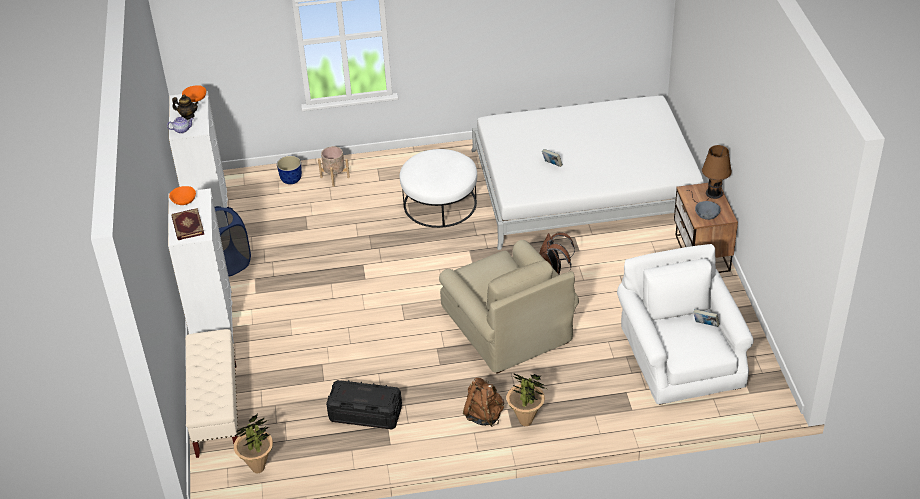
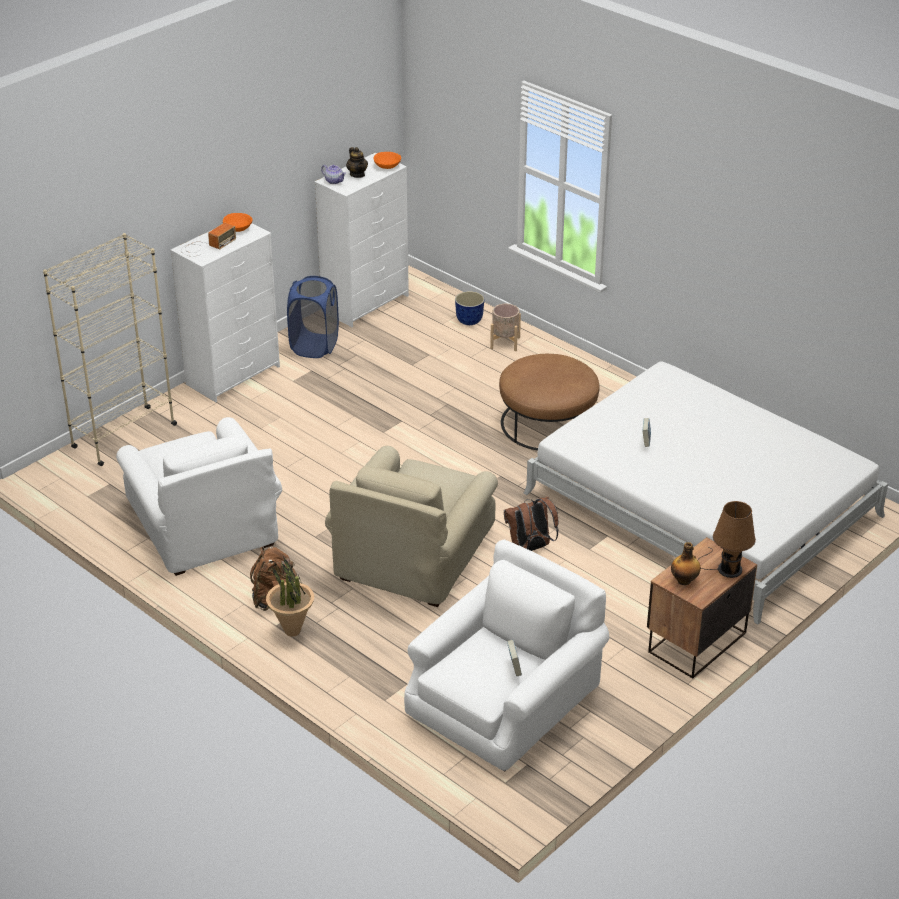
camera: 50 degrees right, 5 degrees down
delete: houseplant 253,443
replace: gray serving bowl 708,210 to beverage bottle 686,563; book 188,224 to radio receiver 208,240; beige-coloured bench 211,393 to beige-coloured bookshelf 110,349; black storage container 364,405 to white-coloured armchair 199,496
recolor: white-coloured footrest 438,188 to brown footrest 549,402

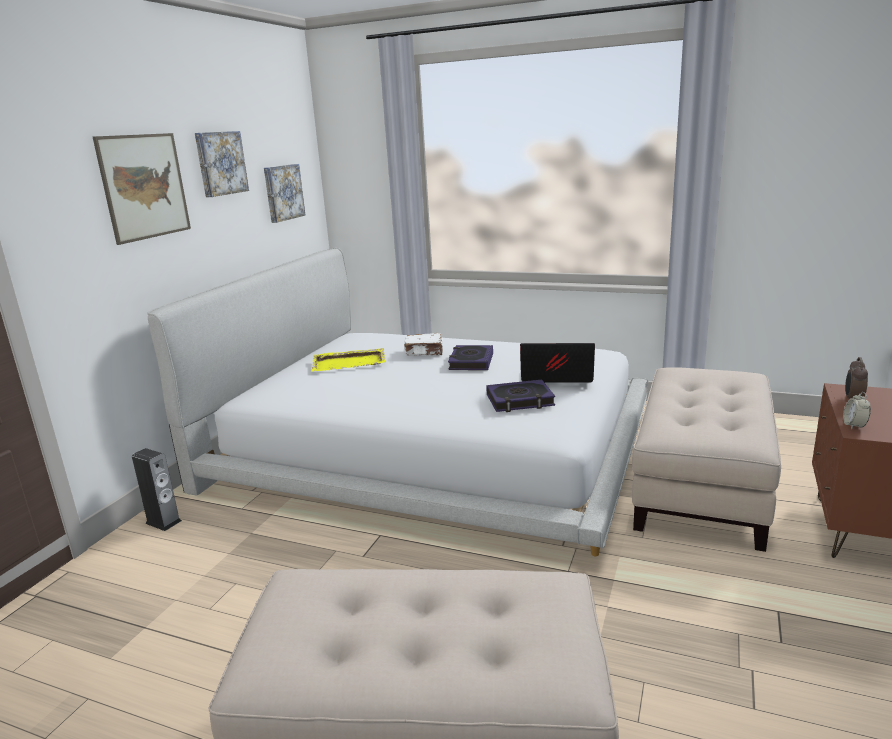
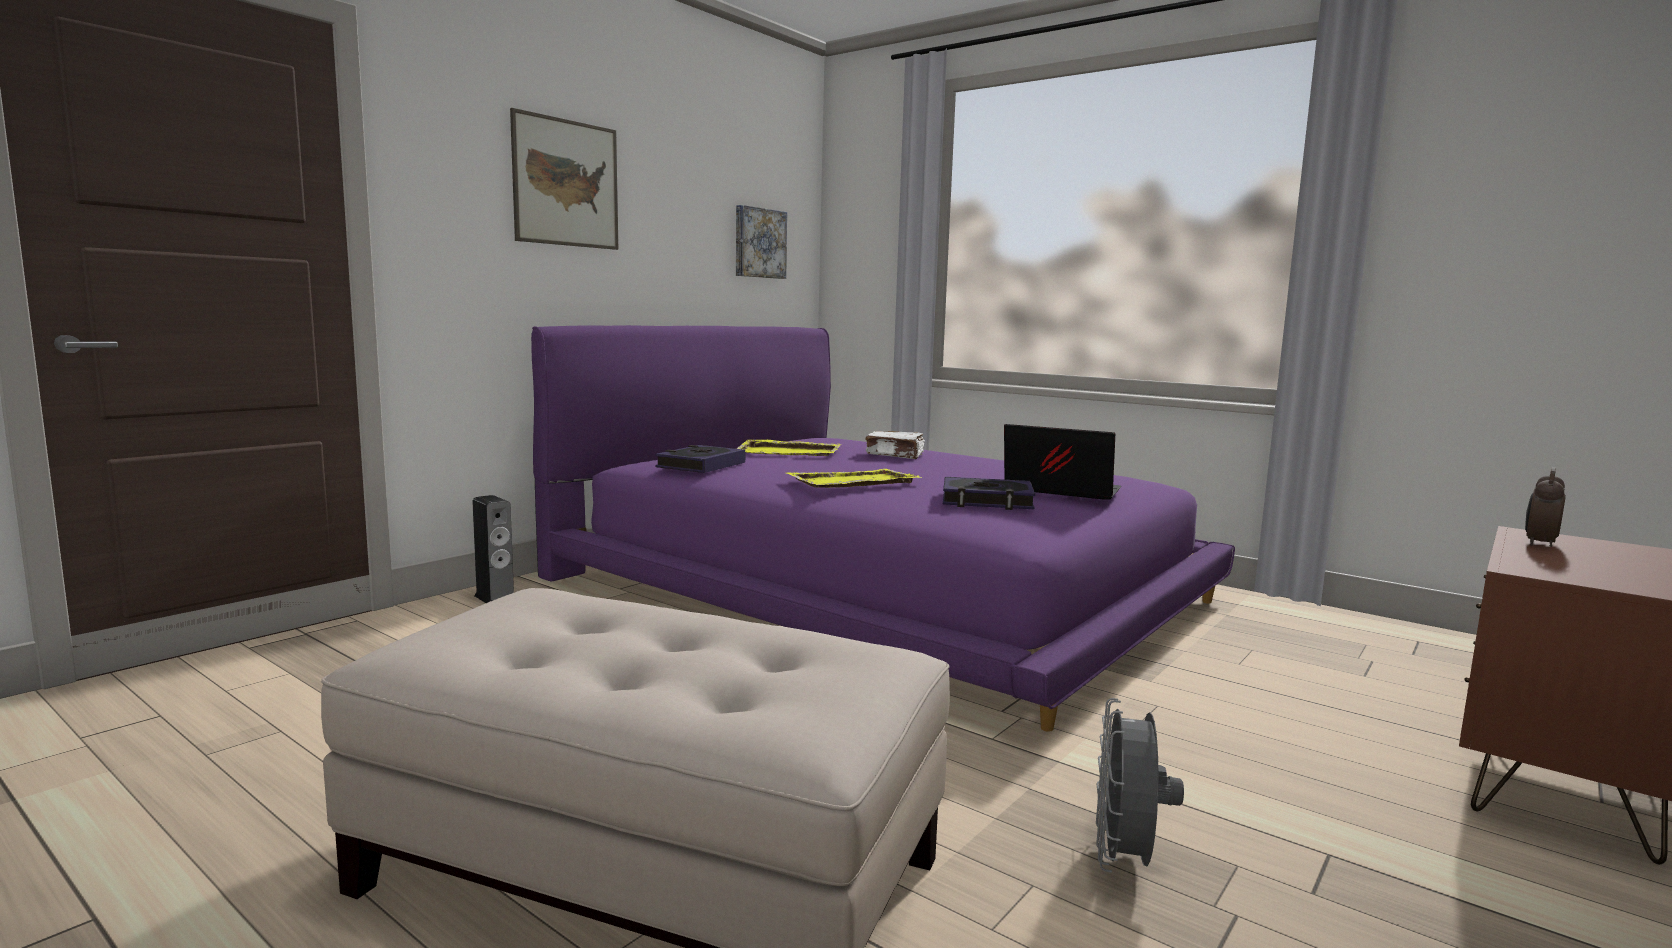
camera: 15 degrees right, 10 degrees down
delete: wall art 222,164; beige-coloured footrest 706,459; table clock 857,410
insert: yellowish serving tray 855,478; gray cooling fan 1140,785
move: book 470,357 to 700,459
recolor: white-coloured sleeping bed 397,402 to purple sleeping bed 883,528

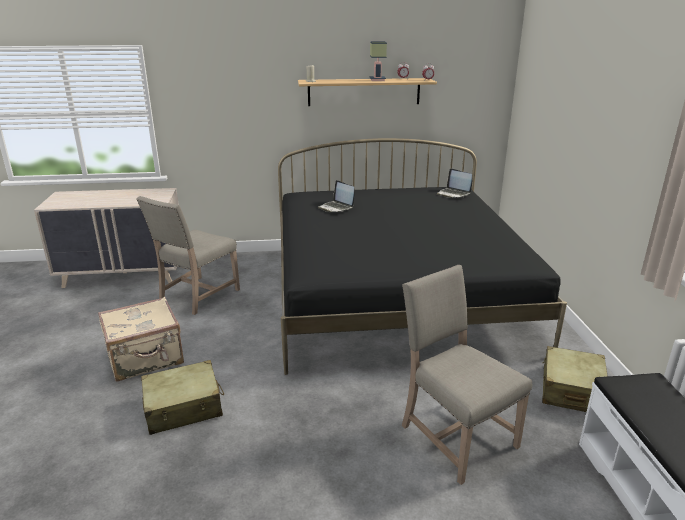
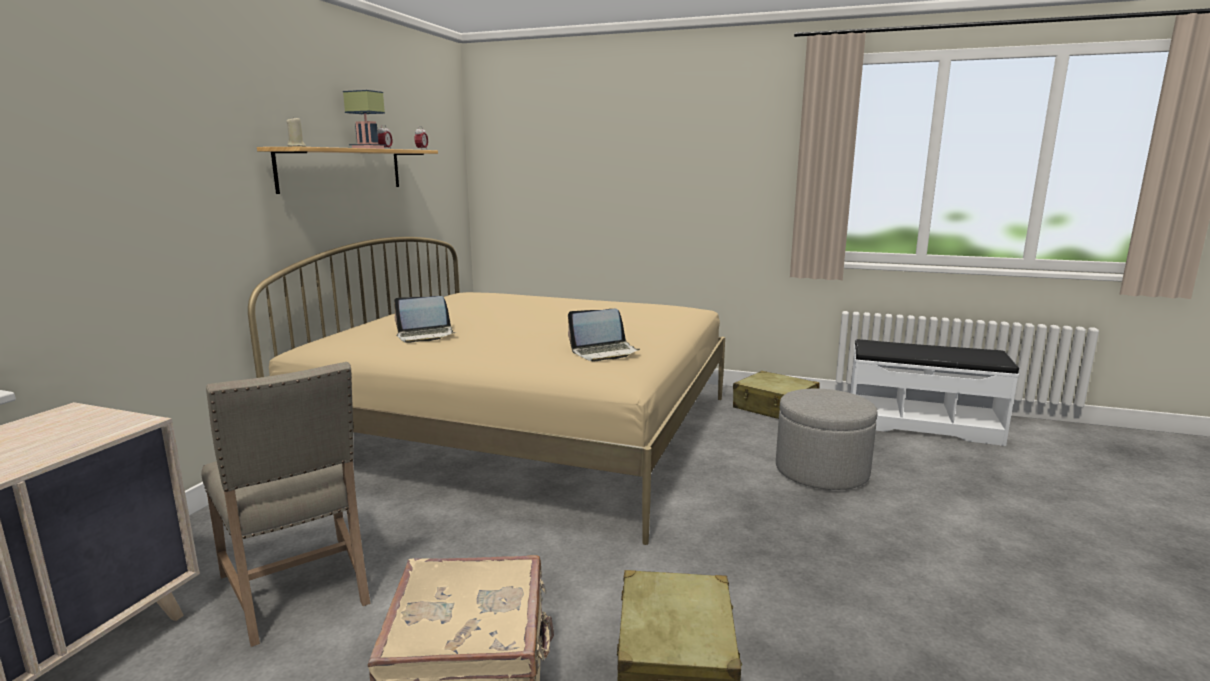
camera: 65 degrees left, 10 degrees down
move: laptop 454,183 to 604,335
replace: beige-coloured plain chair 467,375 to gray footrest 827,439
recolor: black sleeping bed 422,256 to beige-coloured sleeping bed 486,391

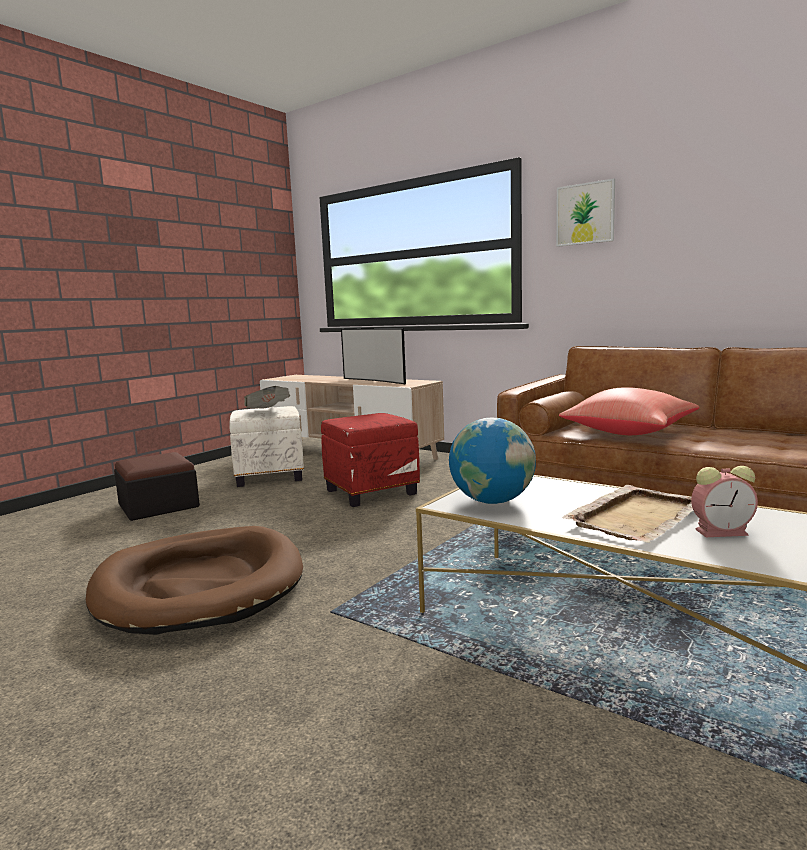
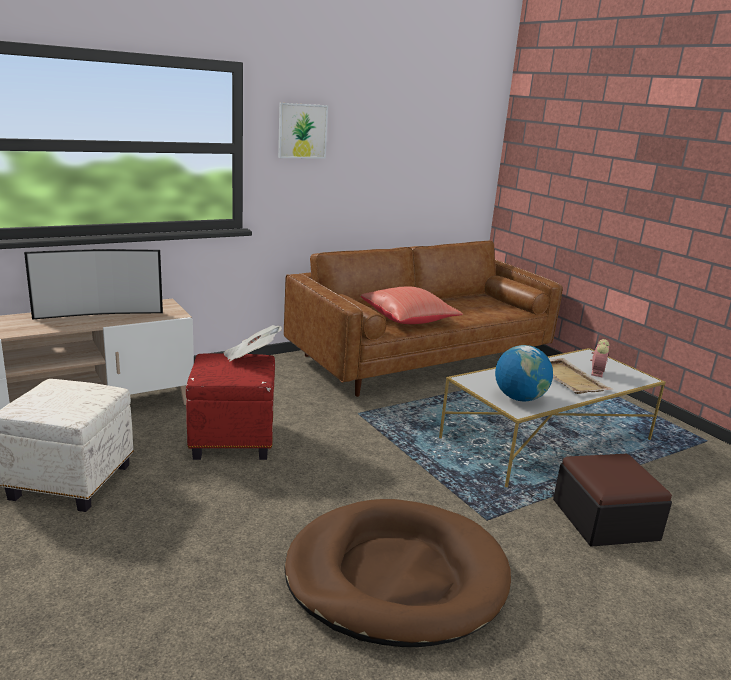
camera: 70 degrees left, 10 degrees up
move: newspaper 267,397 to 253,343; footrest 157,486 to 612,500

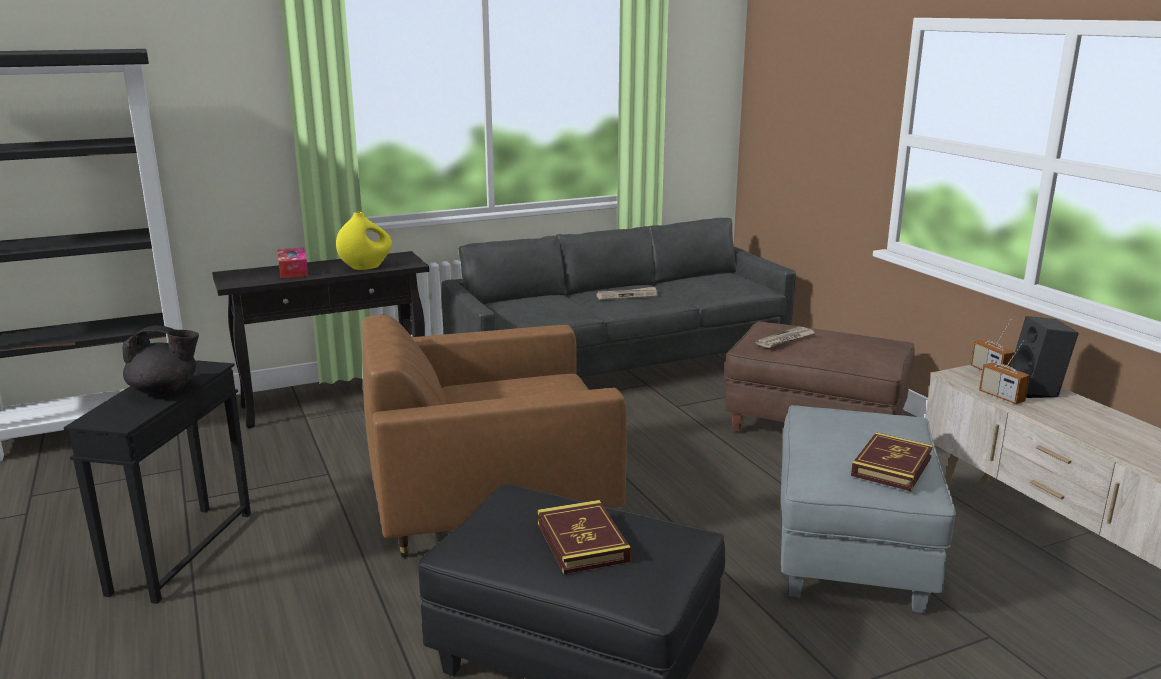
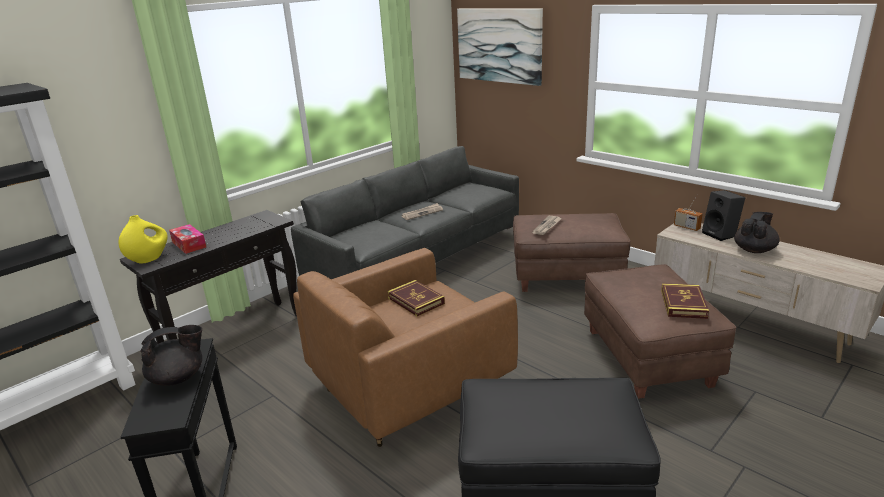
camera: 20 degrees left, 5 degrees up
delete: radio receiver 1004,372
insert: wall art 500,47; black teapot 756,232
move: yellowish decorative vase 364,241 to 143,239; book 584,537 to 416,298
recolor: gray footrest 868,509 to brown footrest 660,331

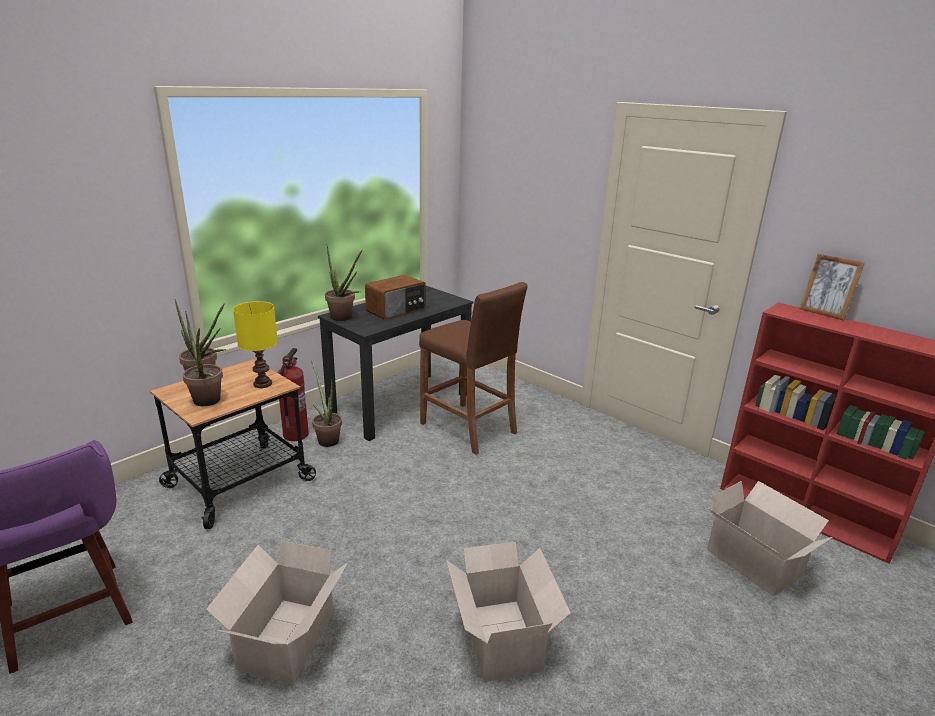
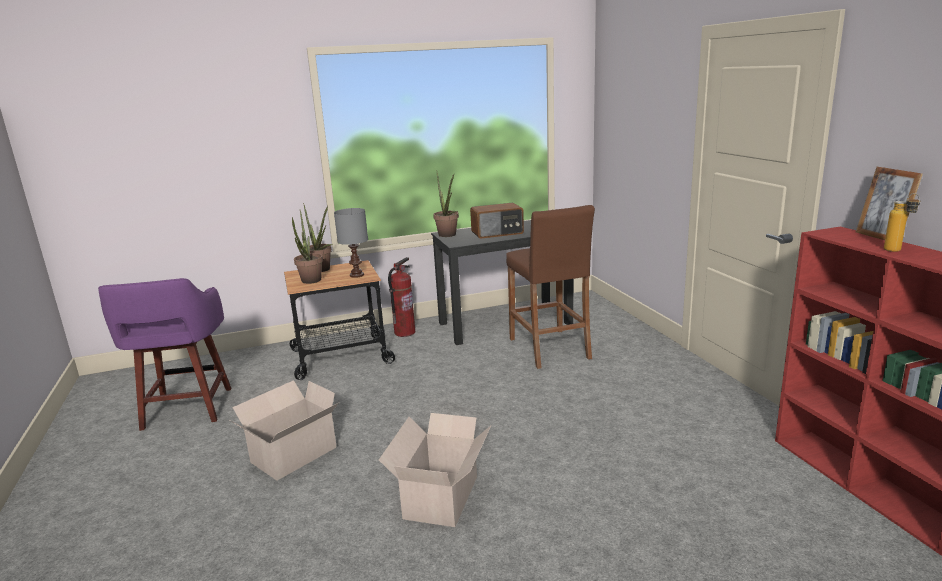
camera: 30 degrees right, 5 degrees down
delete: houseplant 326,404; packing box 769,538
insert: beverage bottle 902,222
recolor: yellowish table lamp 255,344 to gray table lamp 351,243

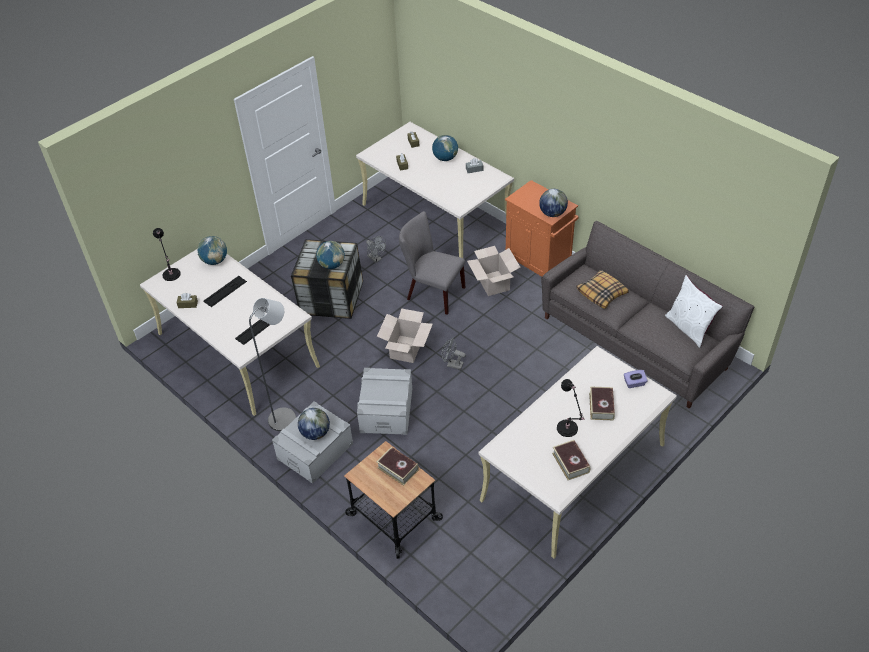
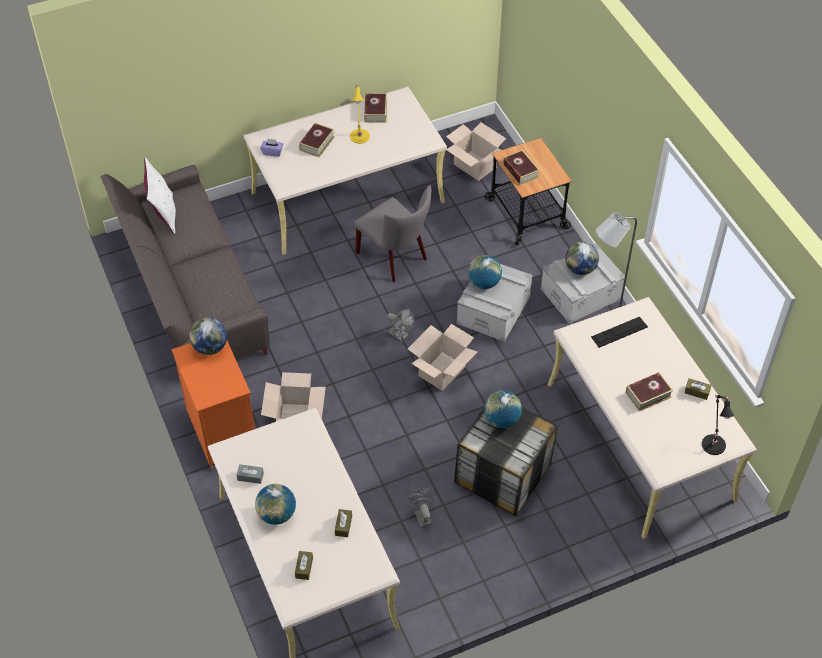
camera: 160 degrees left, 5 degrees up
delete: cushion 602,289
insert: packing box 476,151
move: gray plain chair 432,263 to 392,233; desk globe 212,250 to 485,272
replace: computer keyboard 225,291 to book 649,391
recolor: black table lamp 571,408 to yellowish table lamp 360,114

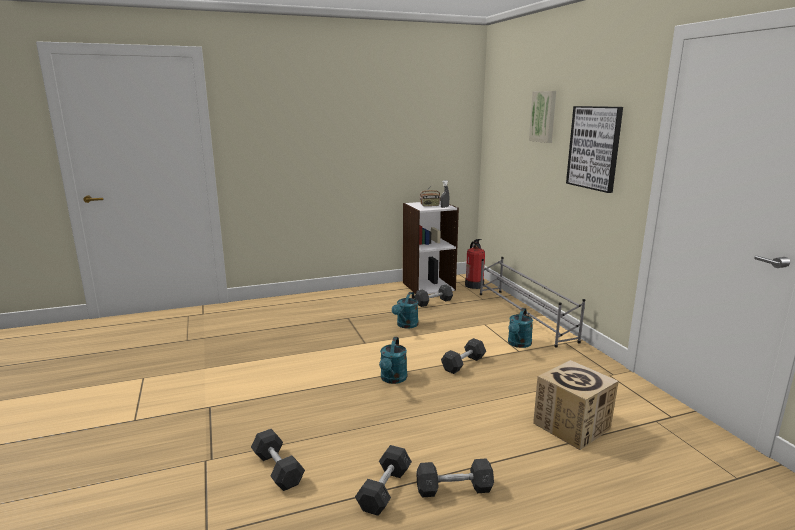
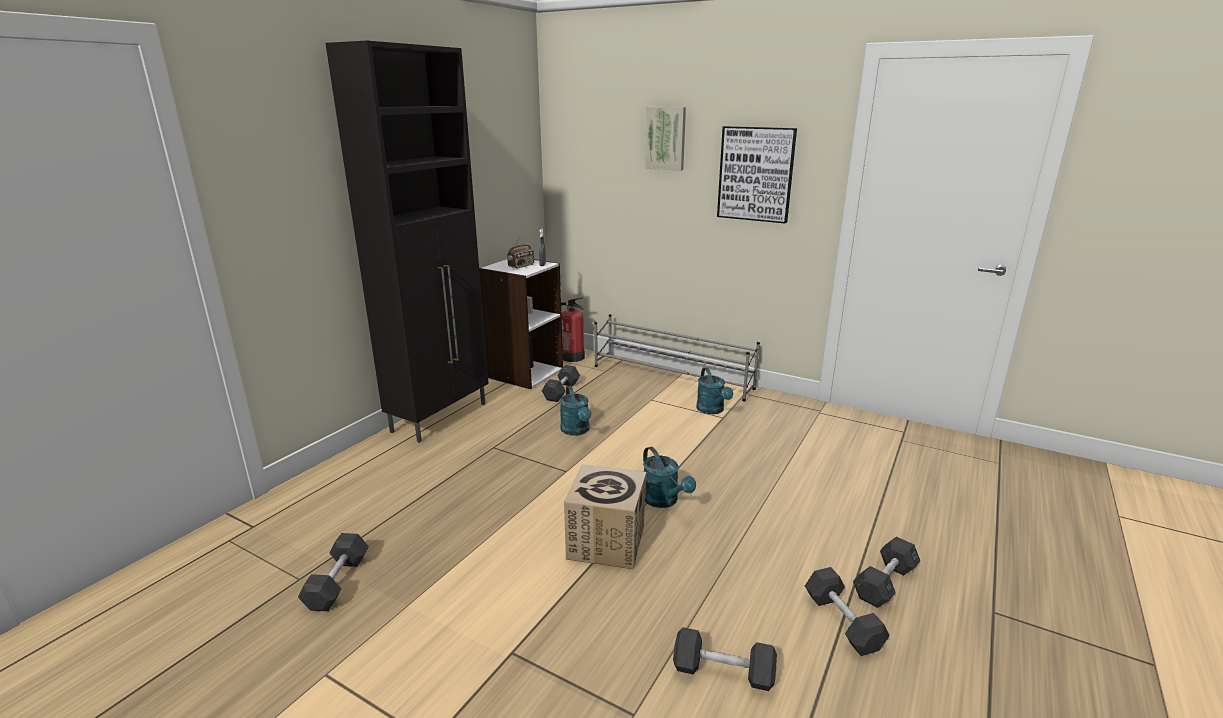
camera: 40 degrees left, 5 degrees up
insert: black cupboard 407,242
move: gray dumbbell 463,356 to 333,572; packing box 576,405 to 605,516

